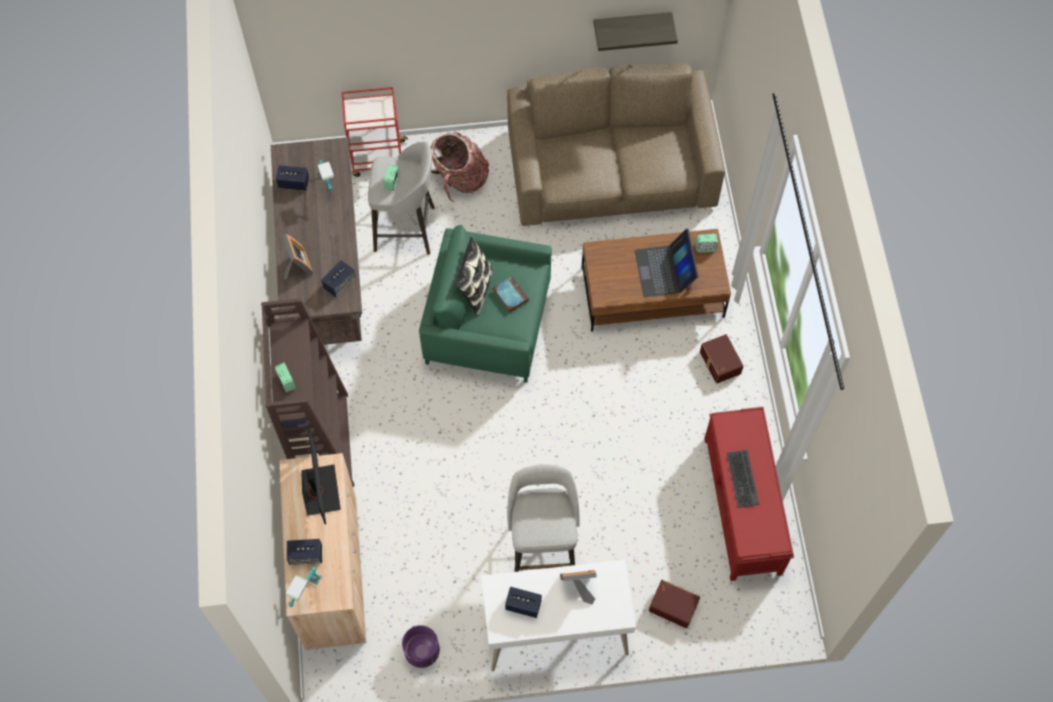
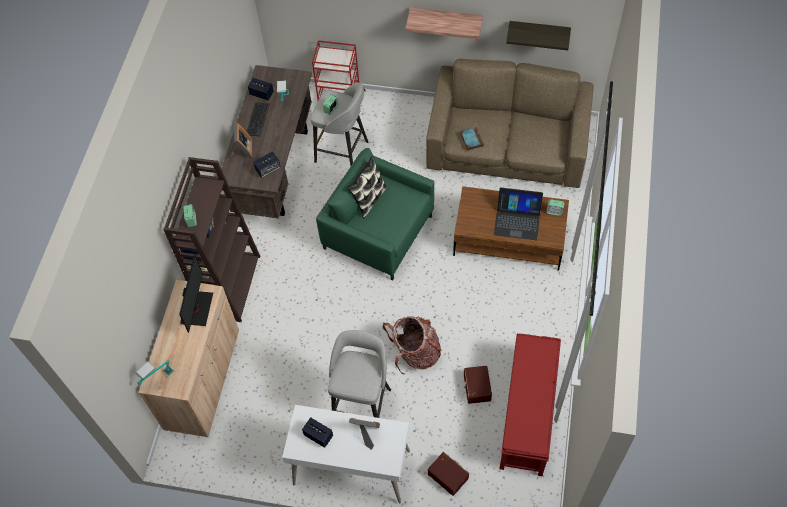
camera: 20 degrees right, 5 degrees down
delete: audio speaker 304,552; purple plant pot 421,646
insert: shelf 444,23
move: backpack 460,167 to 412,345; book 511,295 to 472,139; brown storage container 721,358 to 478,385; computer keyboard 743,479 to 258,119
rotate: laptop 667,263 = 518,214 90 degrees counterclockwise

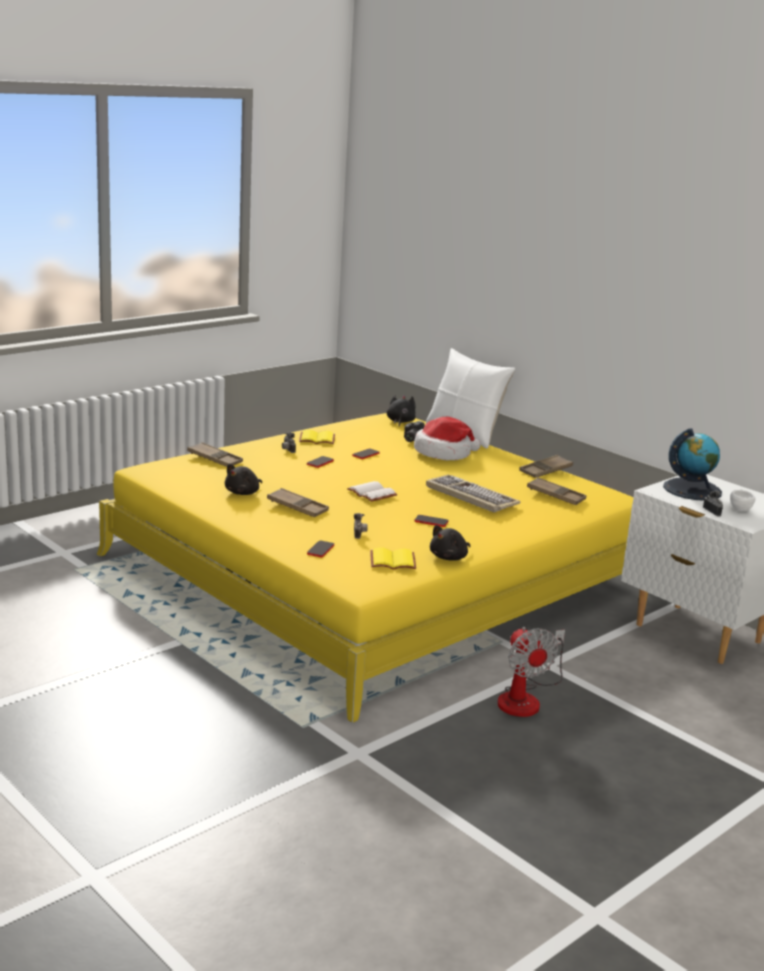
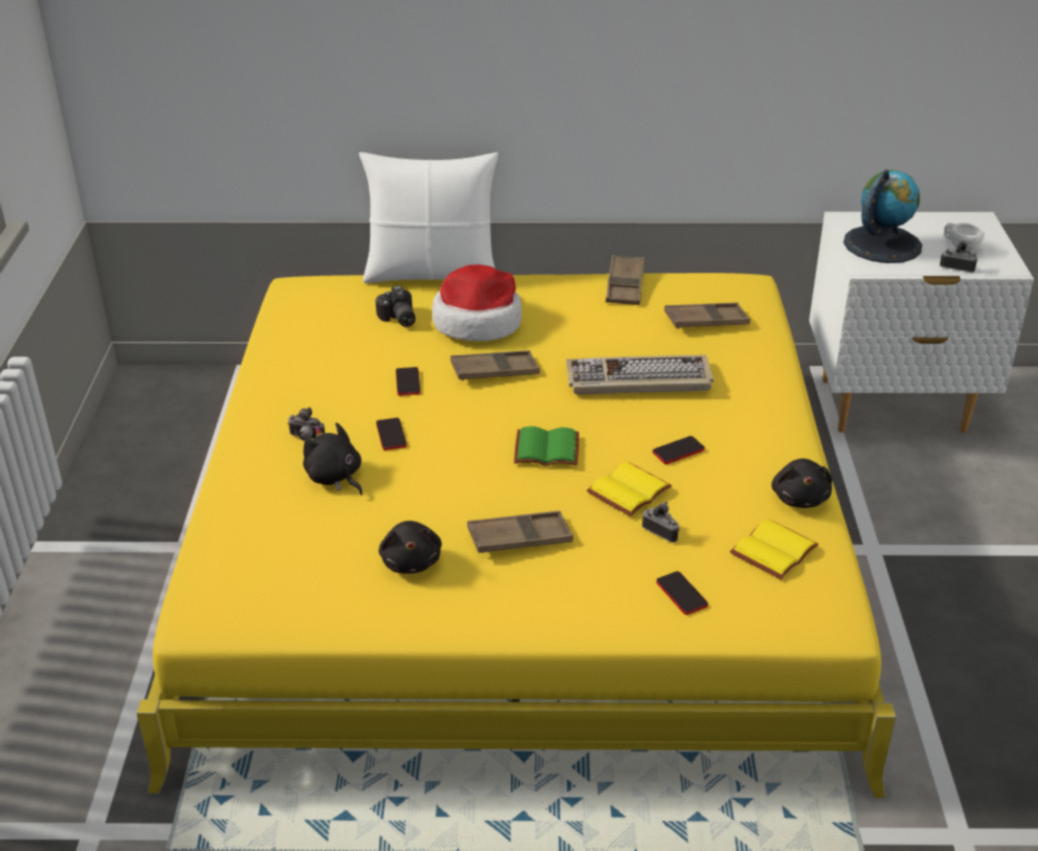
camera: 45 degrees left, 15 degrees up
delete: cooling fan 531,672
move: black soft toy 401,410 to 333,458; yellowish book 317,436 to 629,488; brown serving tray 215,454 to 495,365
recolor: white-coloured book 372,491 to greenish book 546,446

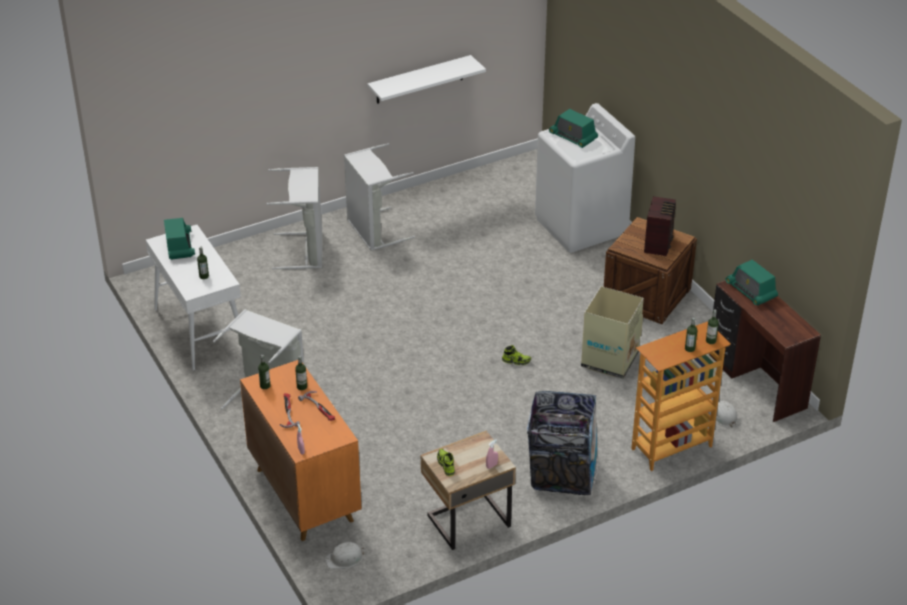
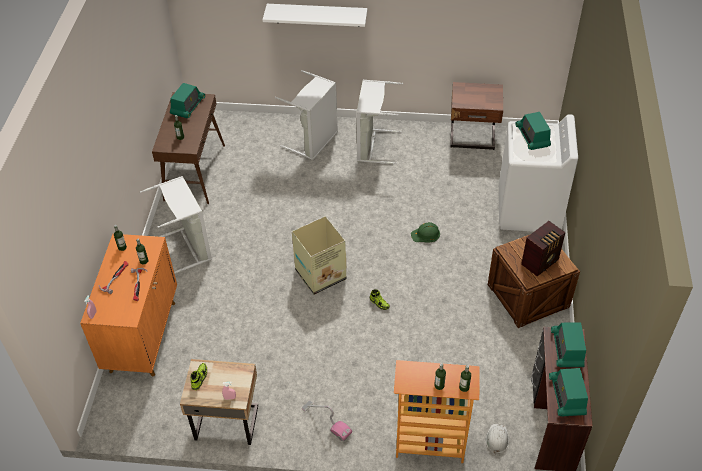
camera: 35 degrees right, 10 degrees up
delete: white-coloured hard hat 344,555
insert: brown nightstand 476,116; greenish hard hat 425,232; radio receiver 568,392
move: white-coloured shelf 426,79 to 315,15; packing box 612,332 to 319,255
replace: trash can 562,443 to vacuum 327,420
recolor: white-coloured narrow table 193,298 to brown narrow table 188,148

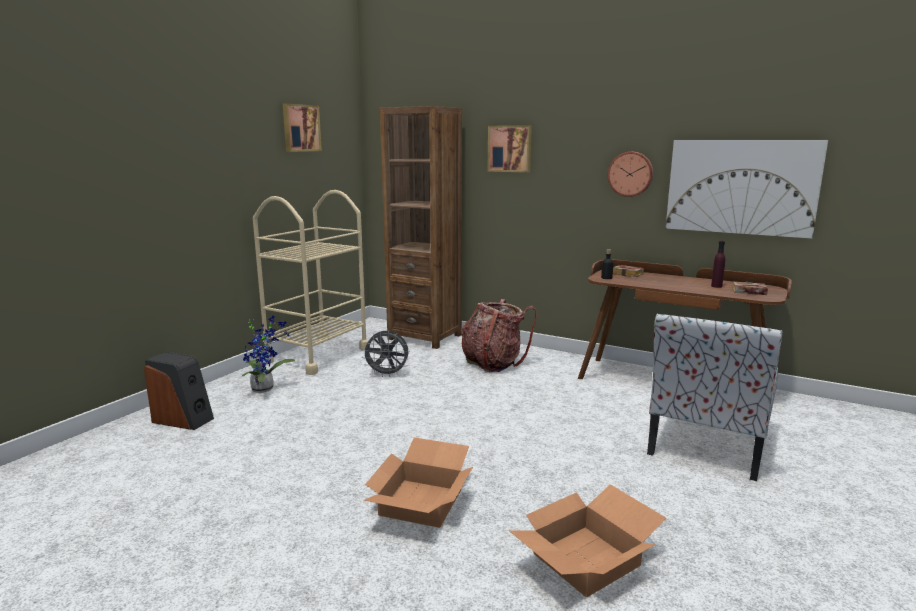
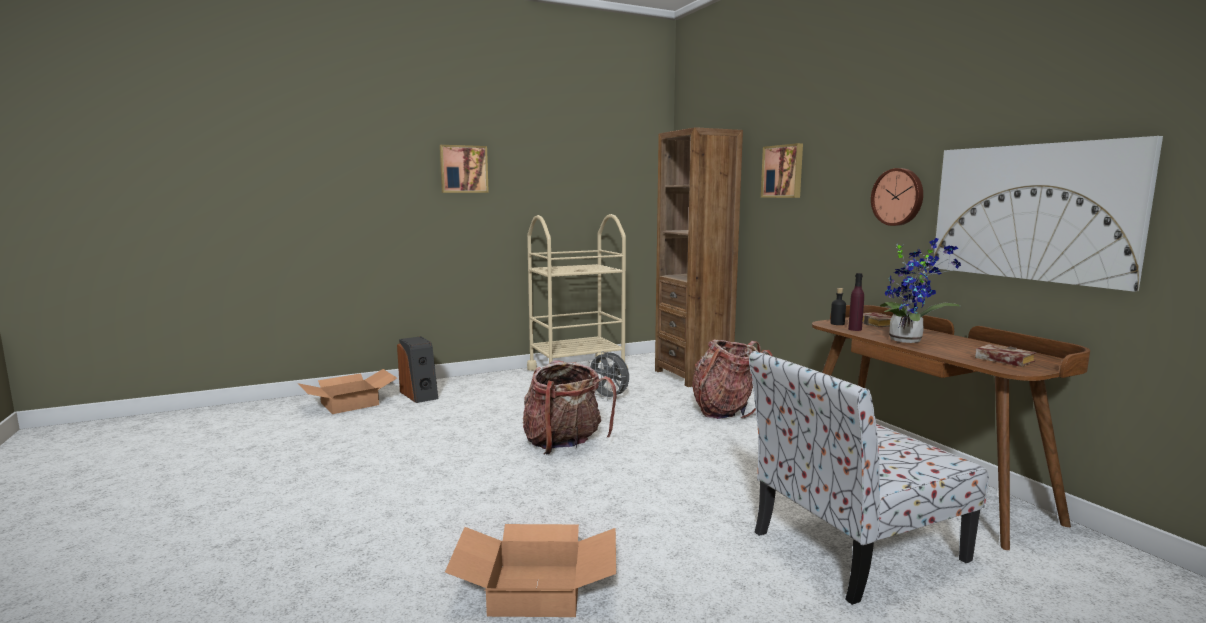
camera: 35 degrees right, 5 degrees down
insert: backpack 570,407
move: wall art 302,128 to 464,169; purple beverage bottle 718,264 to 856,302; houseplant 268,354 to 920,290; packing box 418,482 to 347,391

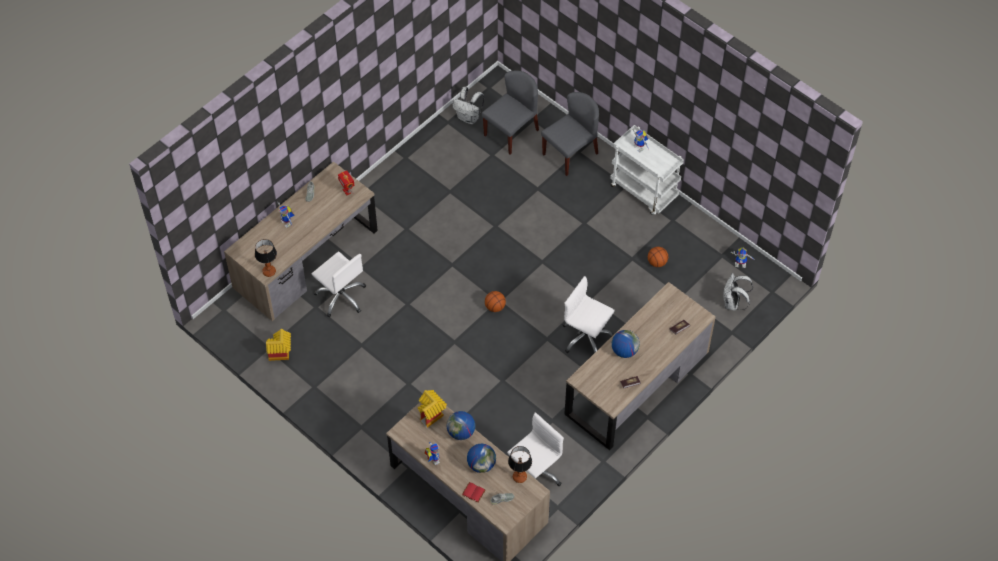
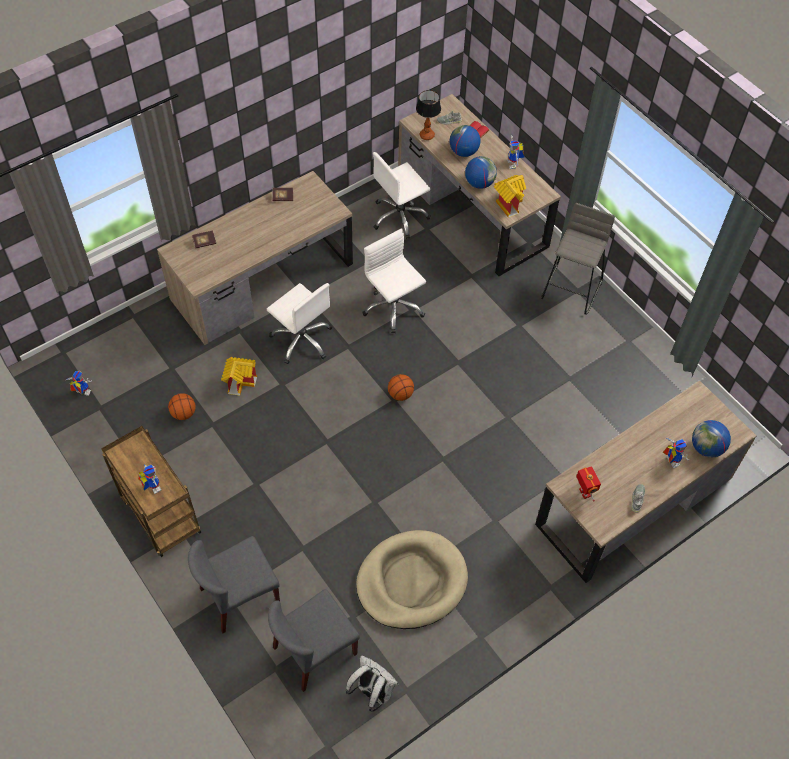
camera: 170 degrees left, 0 degrees up
delete: table lamp 266,258; white-coloured backpack 738,292
insert: gray sitting stool 578,259; beige-coloured dog cushion 412,579
move: white-coloured office chair 339,284 to 394,280; toy house 278,345 to 239,376; desk globe 626,344 to 711,439
recolor: white-coloured cart 647,170 to brown cart 151,491

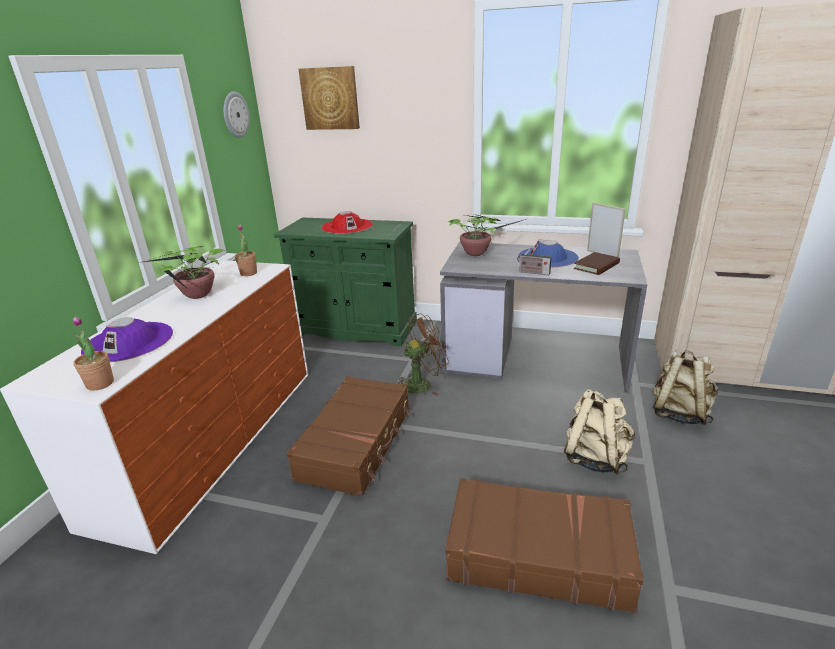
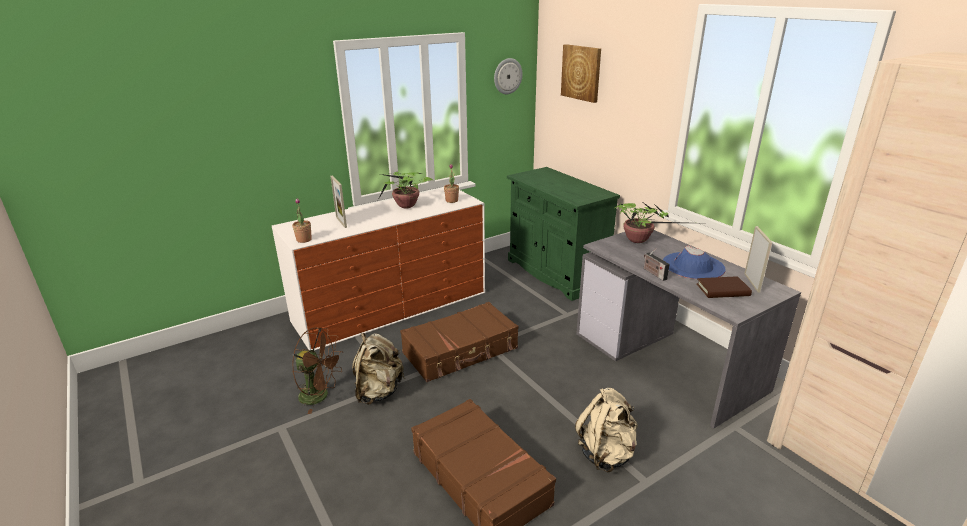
camera: 40 degrees right, 0 degrees up
delete: red wearable hat 347,222
move: brown cooling fan 423,355 to 317,370; beige-coloured backpack 685,387 to 378,369
replace: purple wearable hat 127,339 to standing frame 339,202

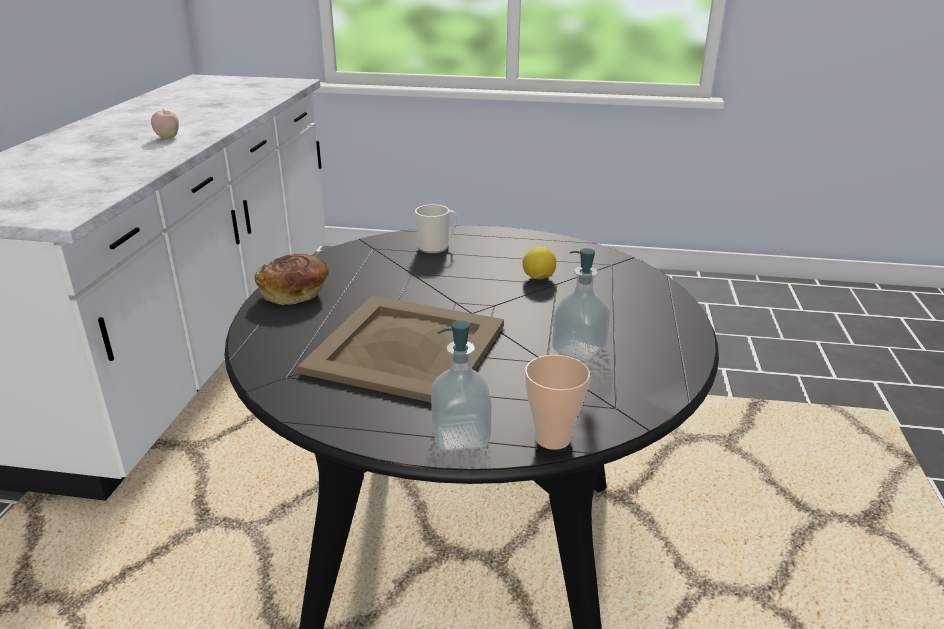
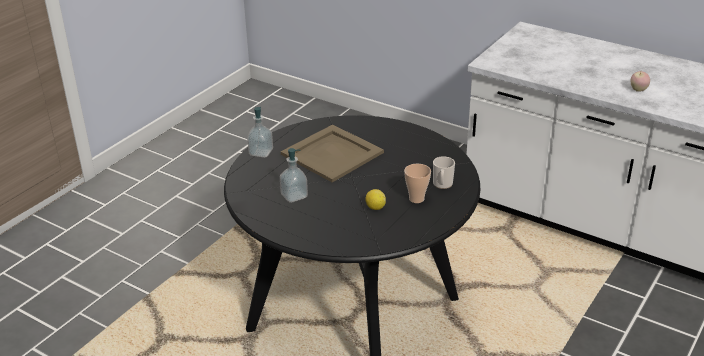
camera: 115 degrees right, 5 degrees up
delete: baked bread 291,279
move: drinking cup 557,402 to 417,183

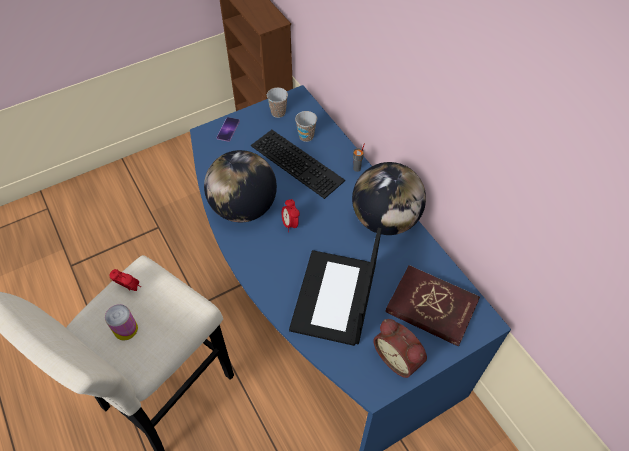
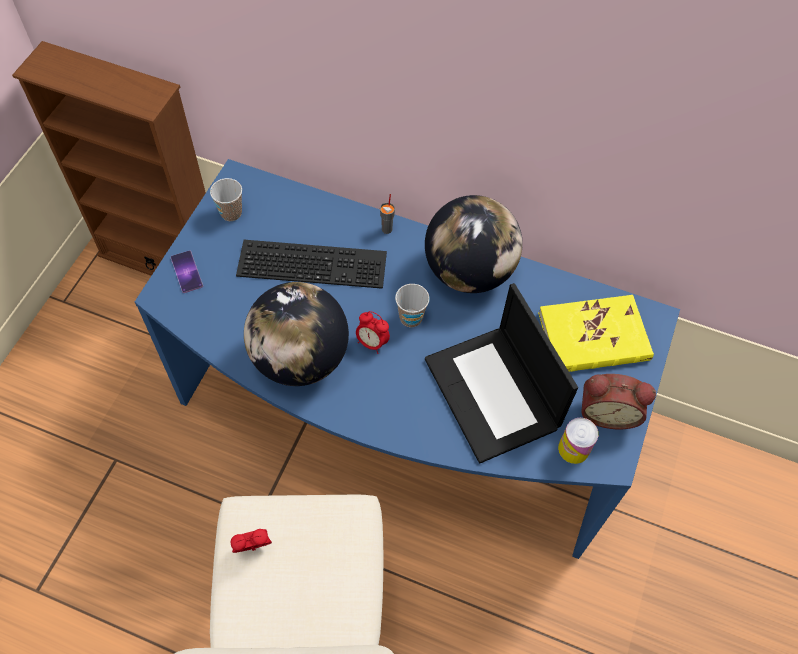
camera: 40 degrees left, 5 degrees up
move: drinking cup 306,126 to 412,306; can 121,322 to 578,441
recolor: red book 432,306 to yellowish book 596,333

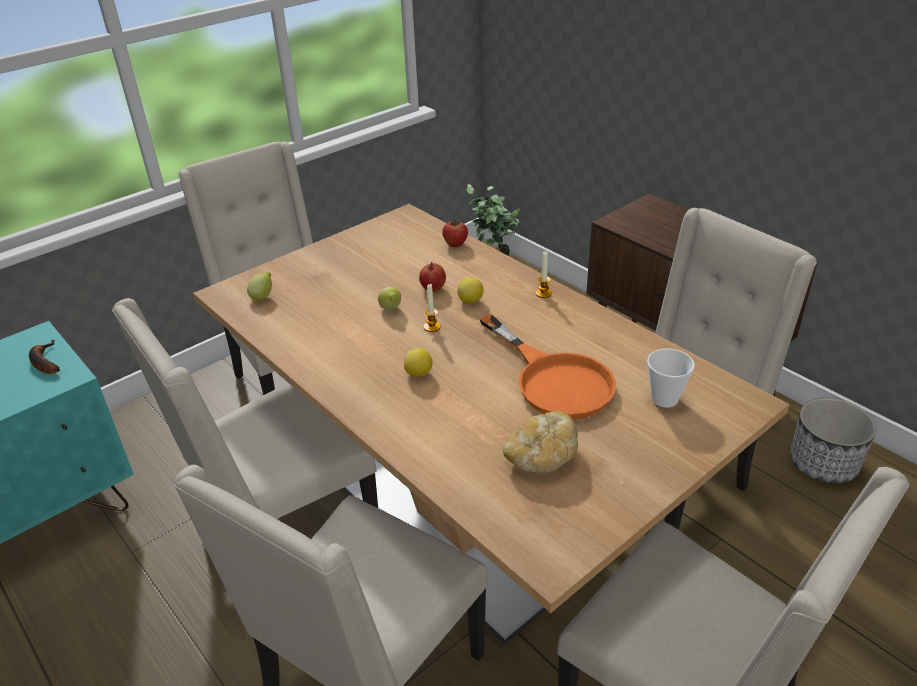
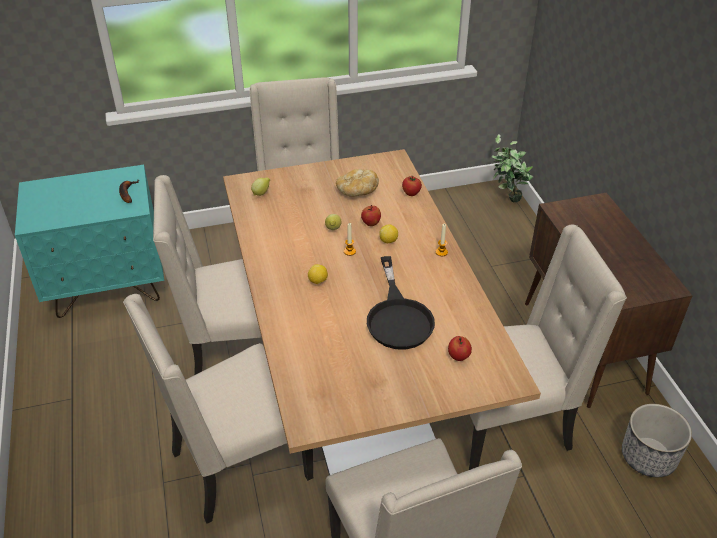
camera: 25 degrees right, 5 degrees up
move: baked bread 540,442 to 357,183
replace: drinking cup 671,378 to apple 460,348
recolor: orange pan 548,366 to black pan 401,303

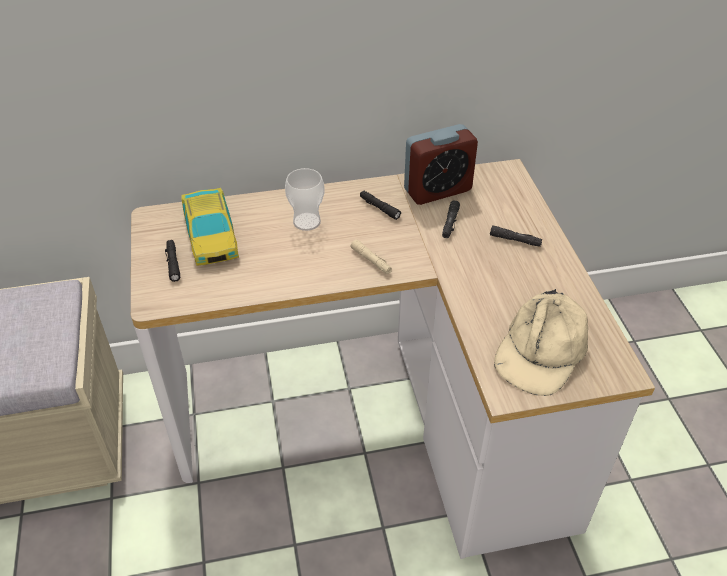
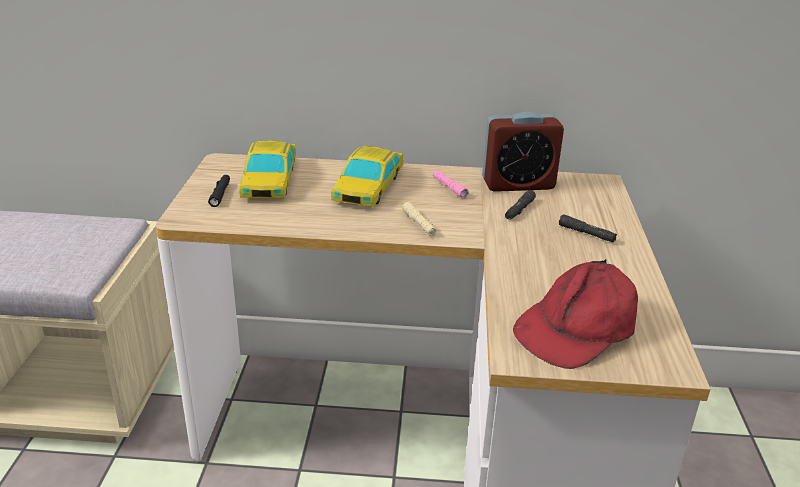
camera: 15 degrees right, 15 degrees down
replace: drinking cup 305,199 to toy car 367,176
recolor: black torch 380,205 to pink torch 451,184; beige-coloured baseball cap 541,342 to red baseball cap 575,314

